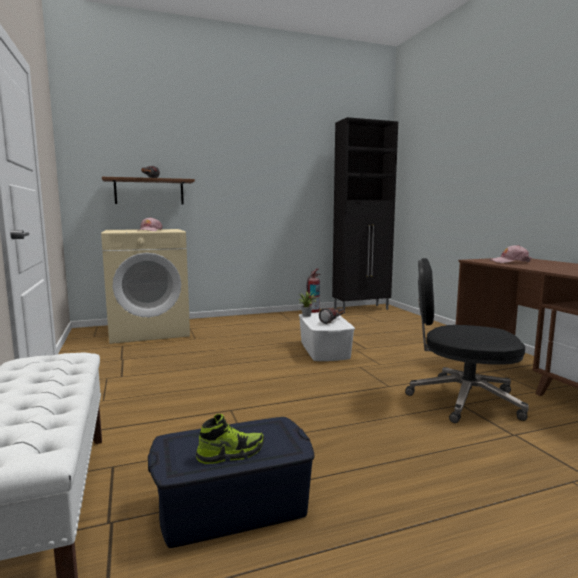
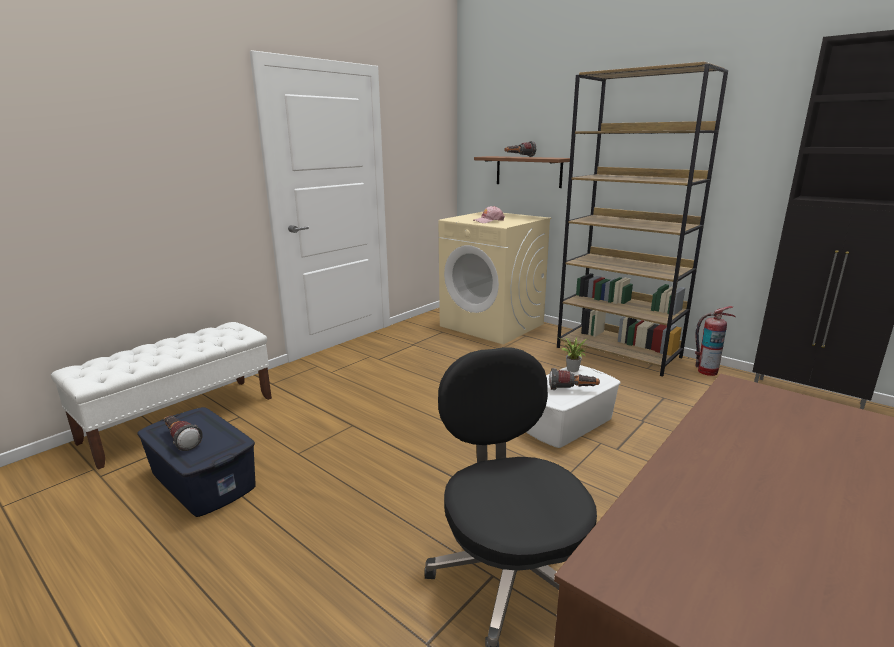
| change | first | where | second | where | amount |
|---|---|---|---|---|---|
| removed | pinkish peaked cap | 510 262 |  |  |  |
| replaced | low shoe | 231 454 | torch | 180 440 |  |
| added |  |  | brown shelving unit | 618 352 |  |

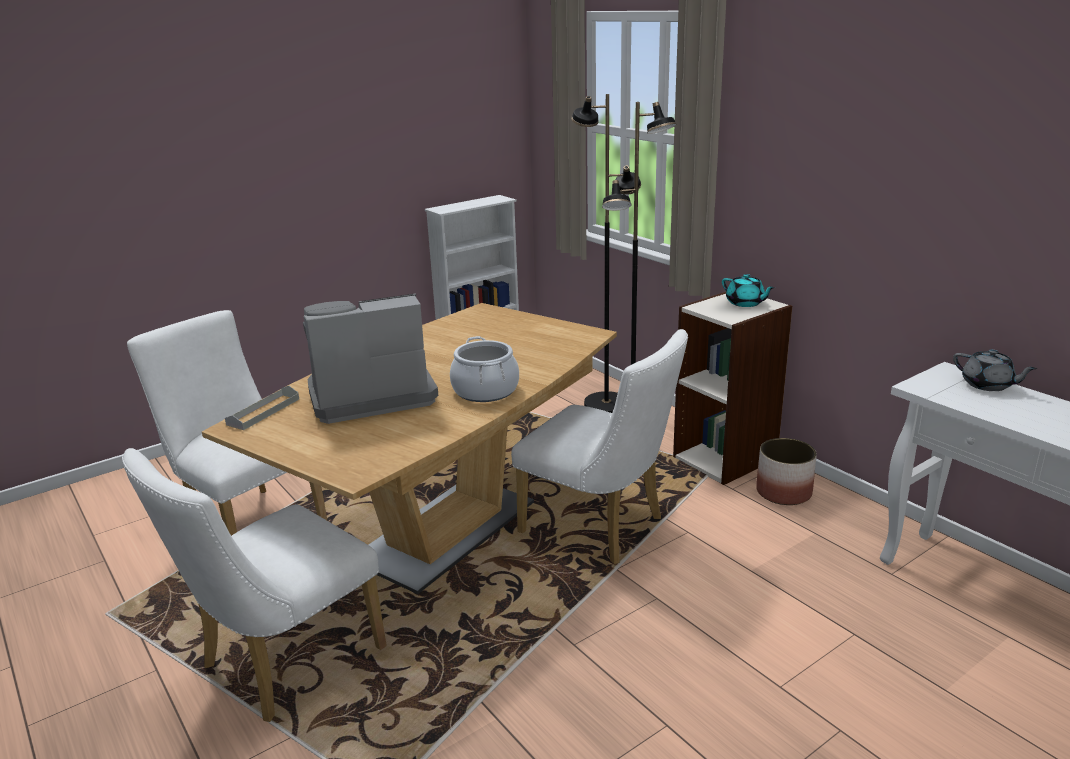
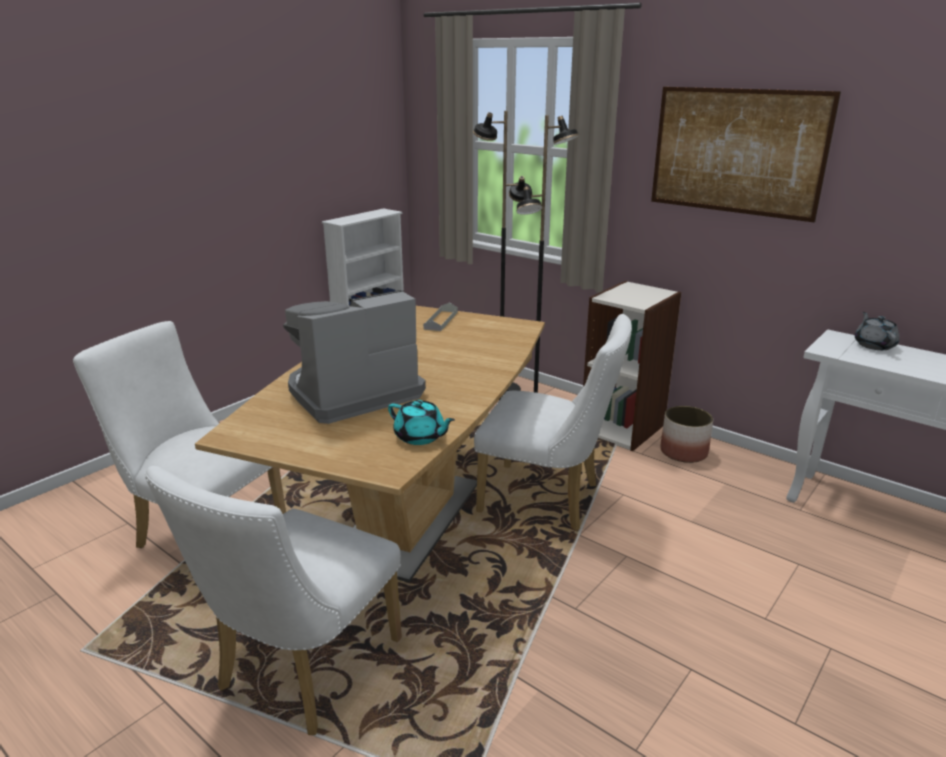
| change | first | where | second | where | amount |
|---|---|---|---|---|---|
| moved | turquoise-coloured tea pot | 745 303 |  | 420 437 |  |
| removed | saucepot | 485 390 |  |  |  |
| turned | greyish tea pot | 988 385 |  | 874 345 | 120 degrees counterclockwise |
| moved | greyish tray | 263 412 |  | 441 320 |  |
| added |  |  | wall art | 737 151 |  |

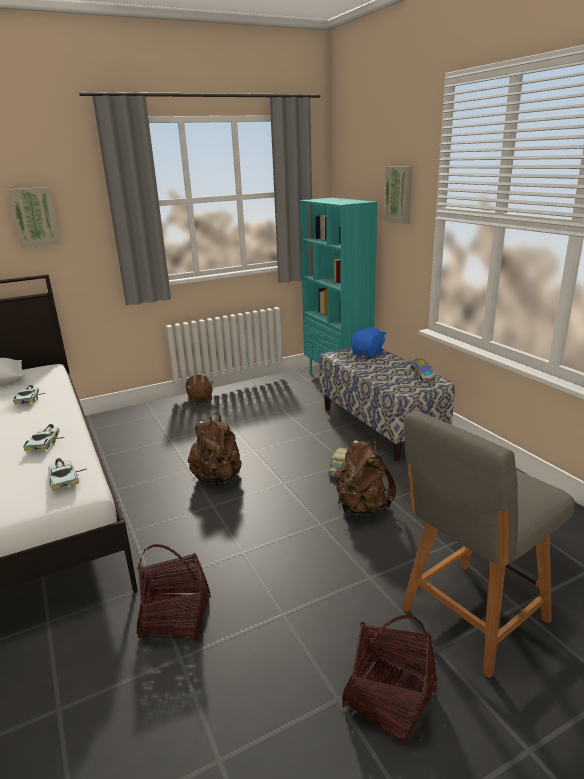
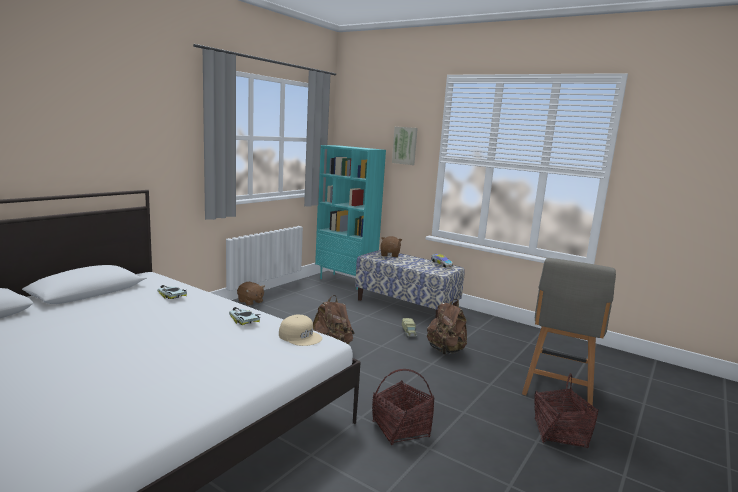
| change | first | where | second | where | amount |
|---|---|---|---|---|---|
| removed | wall art | 34 217 |  |  |  |
| recoloured | blue-coloured cuddly toy | 368 353 | brown cuddly toy | 390 255 |  |
| replaced | toy car | 64 477 | beige peaked cap | 300 336 |  |

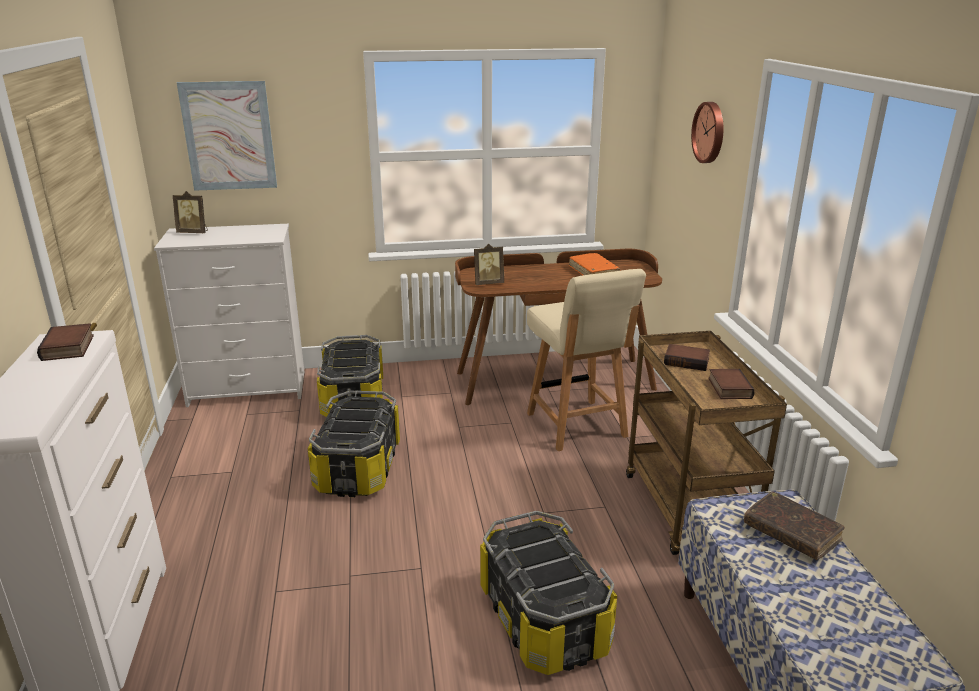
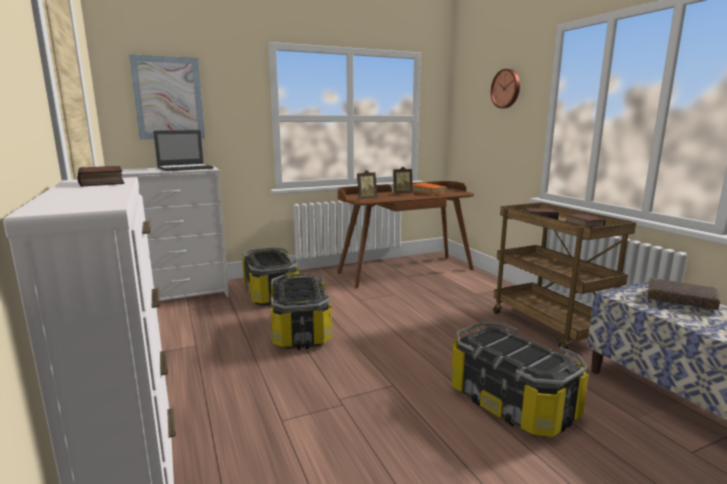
| change | first | where | second | where | amount |
|---|---|---|---|---|---|
| moved | photo frame | 194 232 |  | 402 193 |  |
| removed | beige plain chair | 577 426 |  |  |  |
| added |  |  | notebook computer | 186 168 |  |

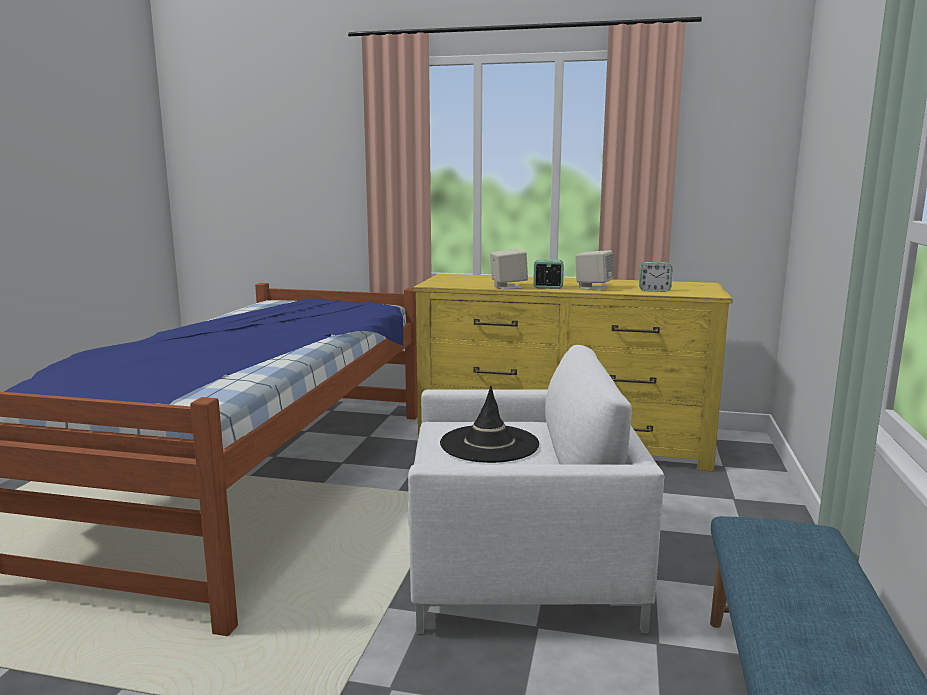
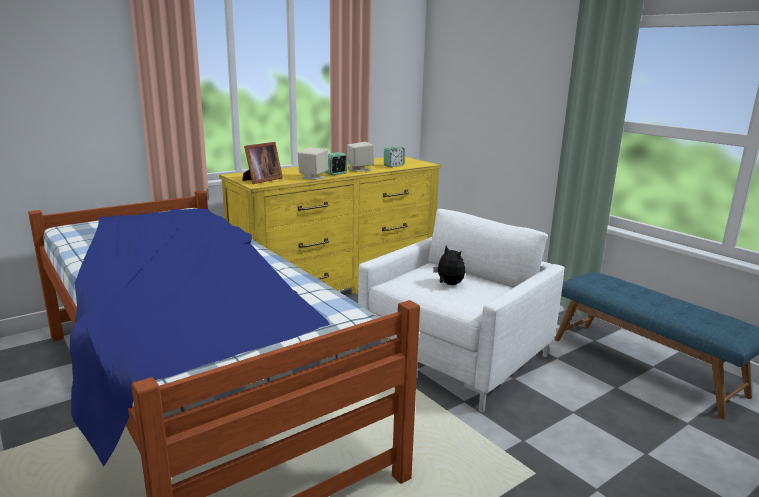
| change | first | where | second | where | amount |
|---|---|---|---|---|---|
| replaced | blackish hat | 489 444 | cuddly toy | 448 284 |  |
| added |  |  | photo frame | 261 180 |  |

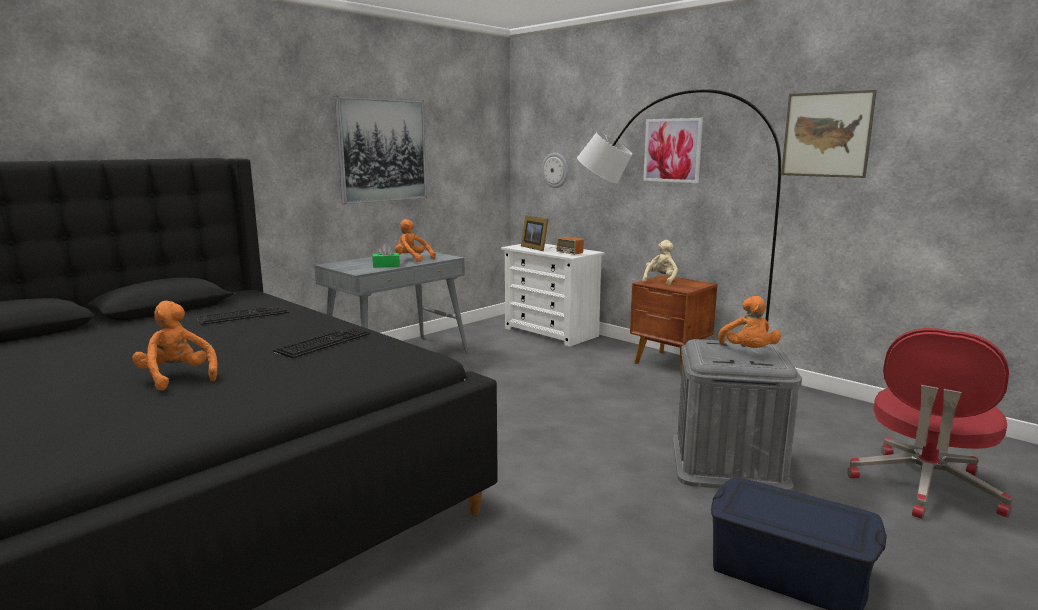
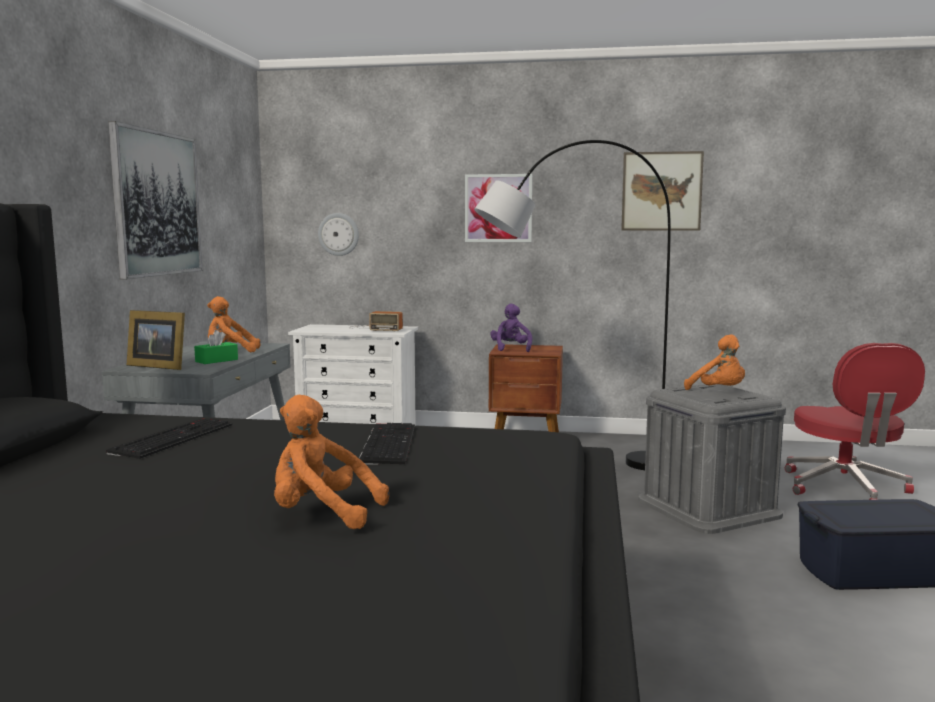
| change | first | where | second | where | amount |
|---|---|---|---|---|---|
| moved | photo frame | 535 248 |  | 158 366 |  |
| recoloured | beige cuddly toy | 660 281 | purple-coloured cuddly toy | 511 349 |  |

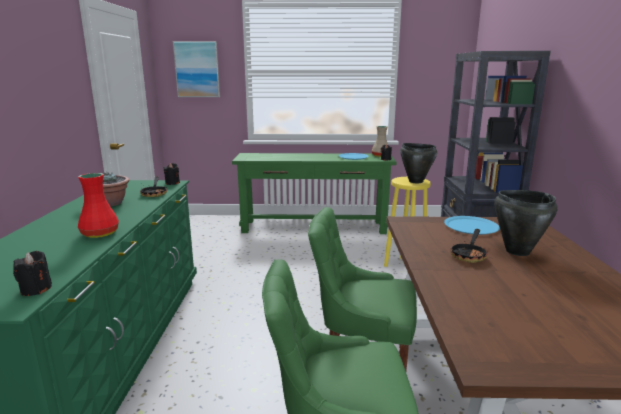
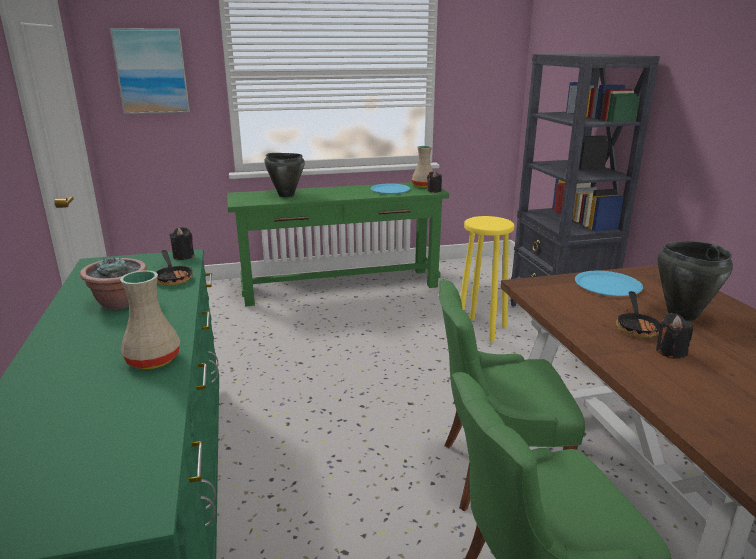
| change | first | where | second | where | amount |
|---|---|---|---|---|---|
| moved | blackish saucepot | 415 181 |  | 286 195 |  |
| recoloured | red-coloured vase | 101 233 | beige vase | 154 359 |  |
| moved | blackish candle | 36 289 |  | 670 352 |  |

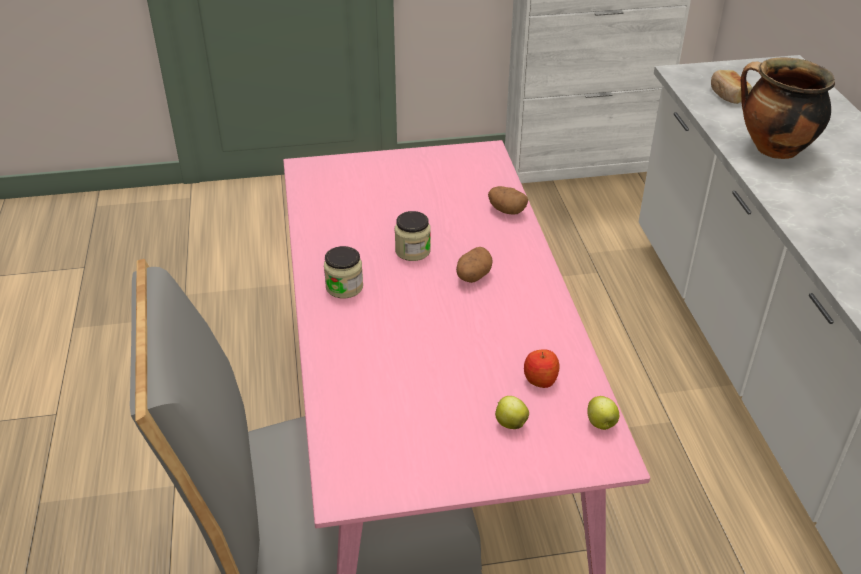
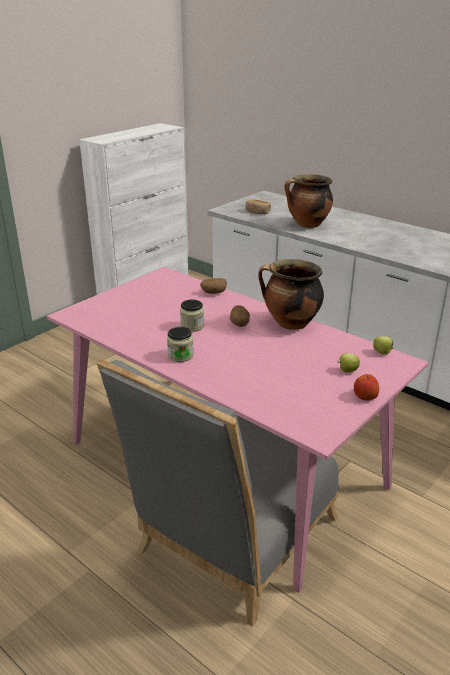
| change | first | where | second | where | amount |
|---|---|---|---|---|---|
| moved | apple | 540 379 |  | 365 396 |  |
| added |  |  | saucepot | 290 324 |  |

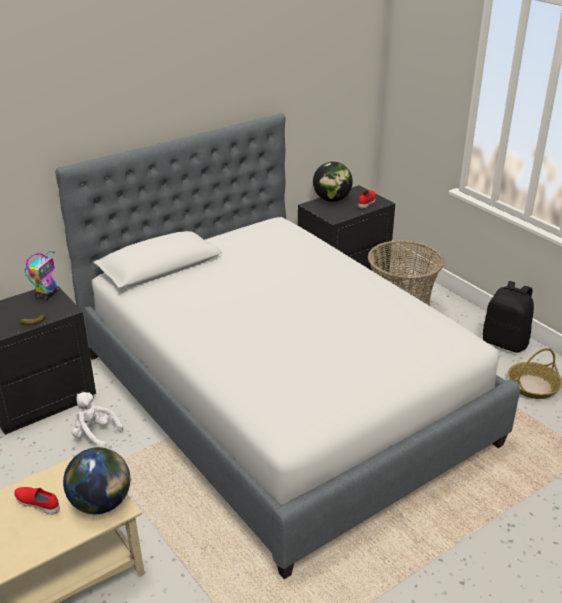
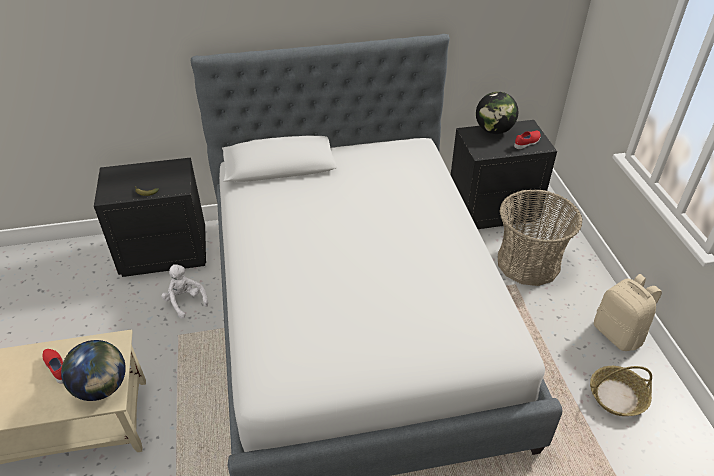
| change | first | where | second | where | amount |
|---|---|---|---|---|---|
| removed | model robot | 47 295 |  |  |  |
| recoloured | blackish backpack | 505 342 | beige backpack | 618 334 |  |

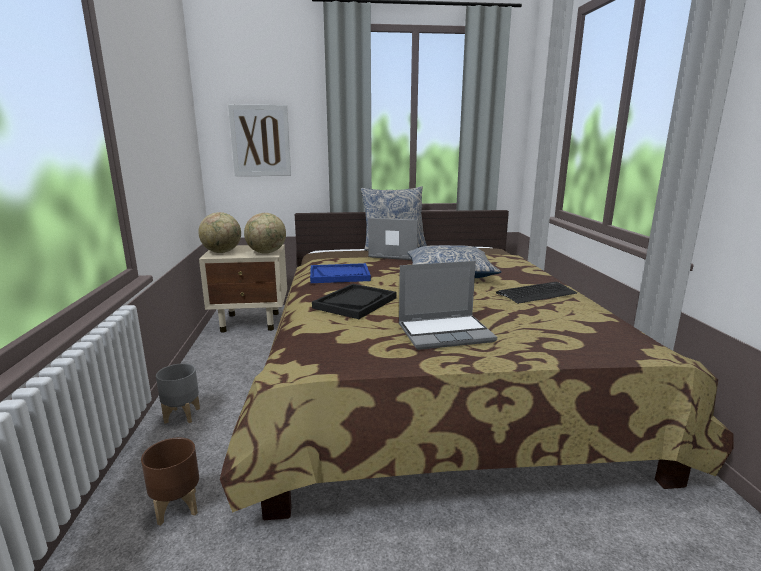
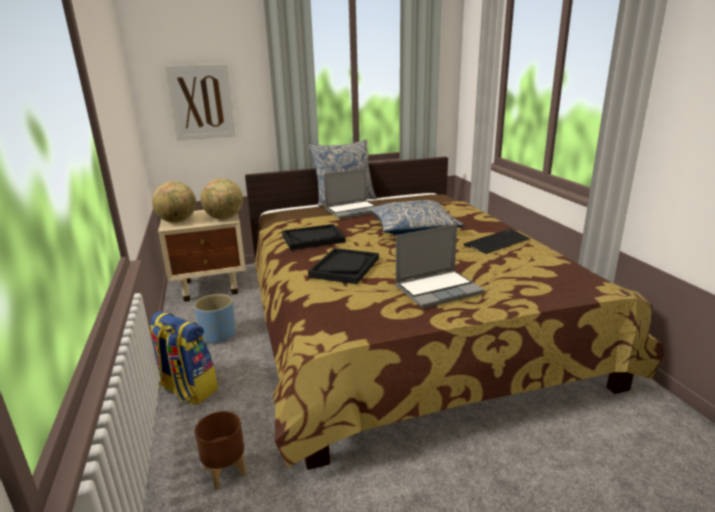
| change | first | where | second | where | amount |
|---|---|---|---|---|---|
| turned | notebook computer | 395 255 |  | 353 210 | 150 degrees clockwise |
| recoloured | blue-coloured tray | 339 275 | blackish tray | 313 238 |  |
| replaced | greyish planter | 181 415 | backpack | 187 390 |  |
| added |  |  | blue-coloured planter | 218 336 |  |

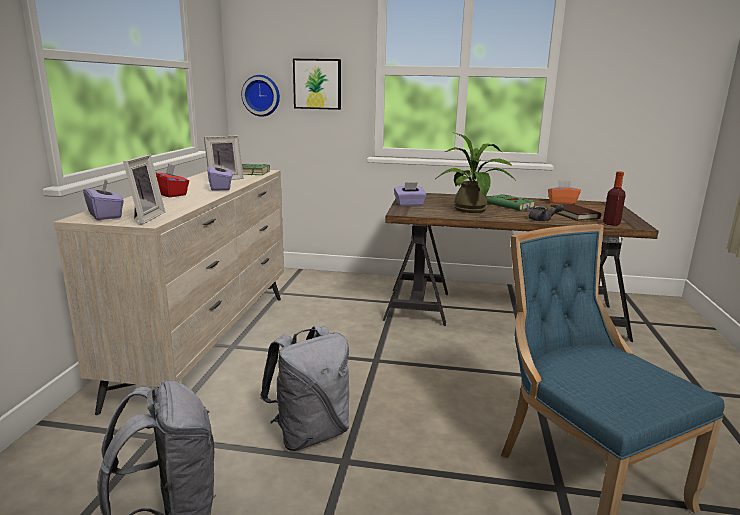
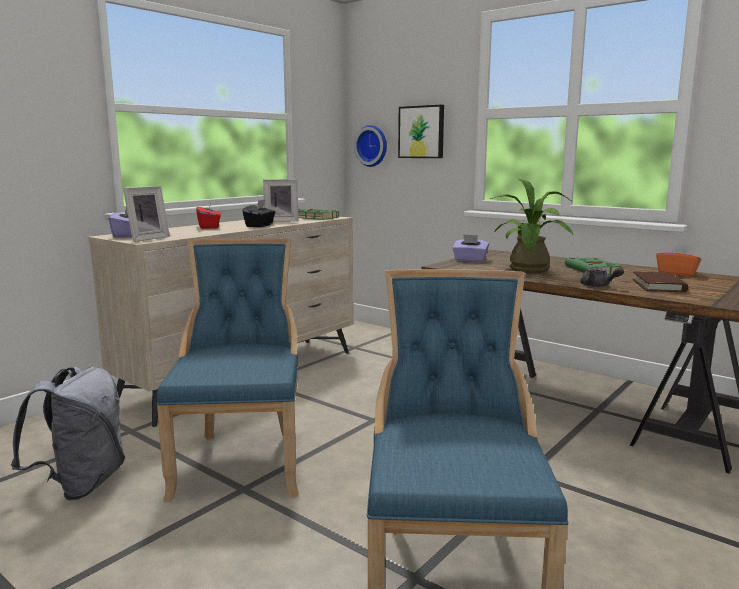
| change | first | where | second | where | amount |
|---|---|---|---|---|---|
| recoloured | purple-coloured box of tissues | 221 188 | blackish box of tissues | 260 226 |  |
| removed | beverage bottle | 611 224 |  |  |  |
| replaced | greyish backpack | 310 433 | blue-coloured plain chair | 241 461 |  |

